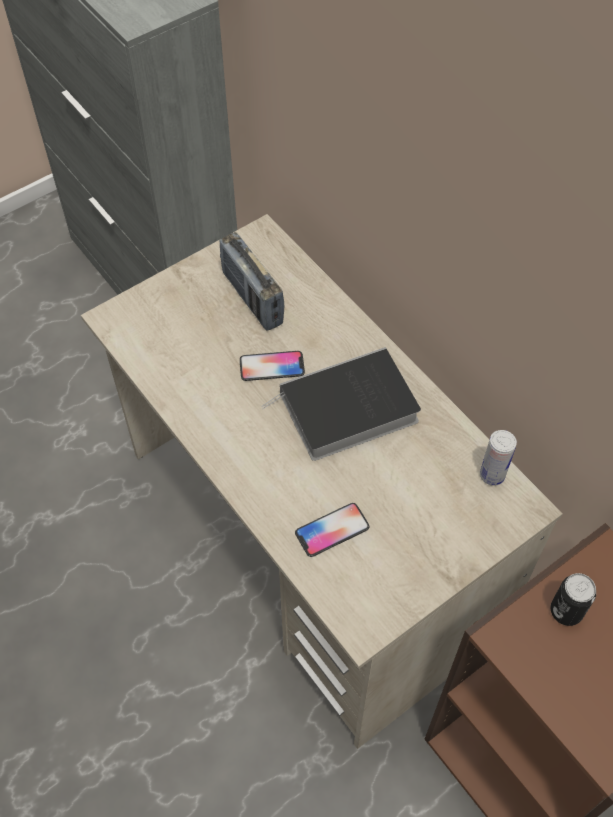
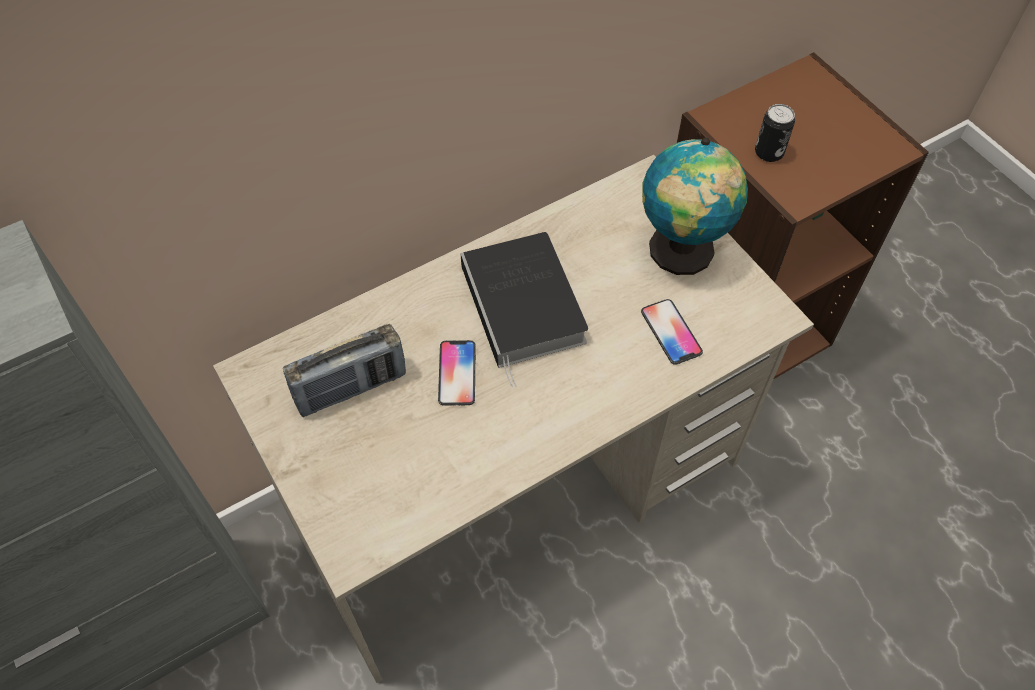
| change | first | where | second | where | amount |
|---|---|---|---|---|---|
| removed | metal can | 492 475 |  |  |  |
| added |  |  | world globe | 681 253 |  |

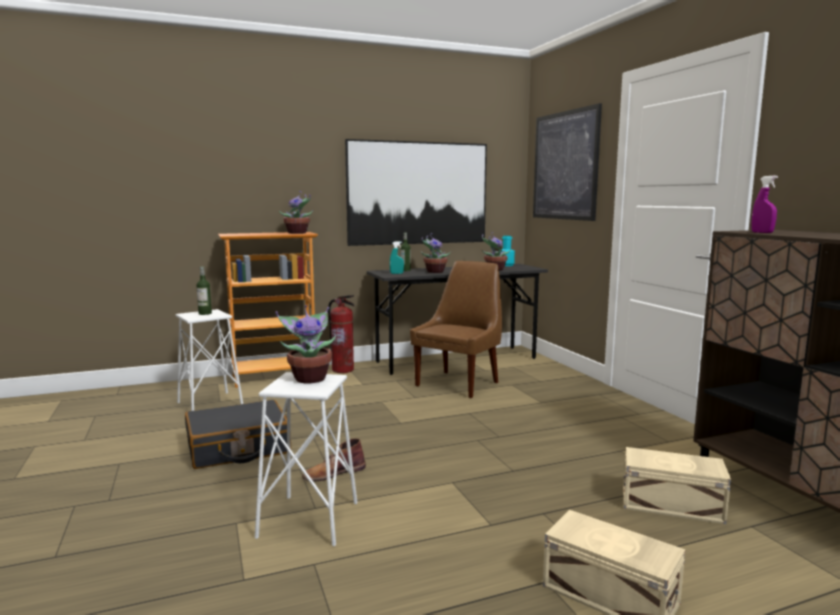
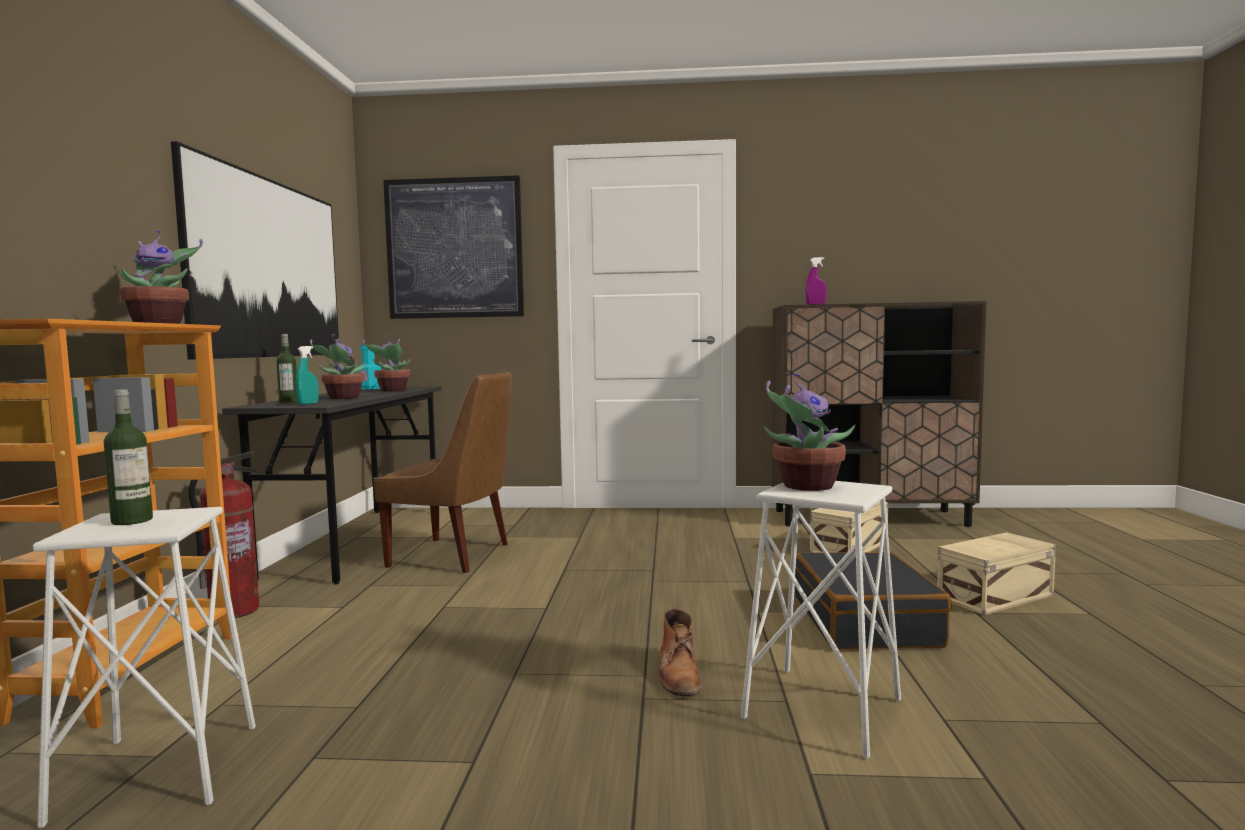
| change | first | where | second | where | amount |
|---|---|---|---|---|---|
| turned | brown plain chair | 459 383 |  | 454 556 | 135 degrees clockwise |
| moved | blackish travel case | 238 448 |  | 865 621 |  |

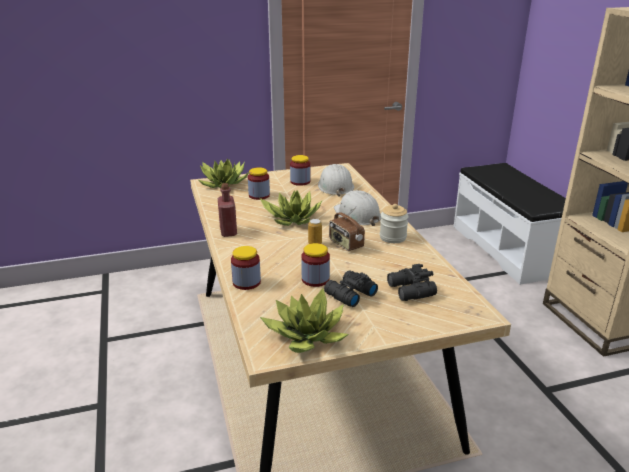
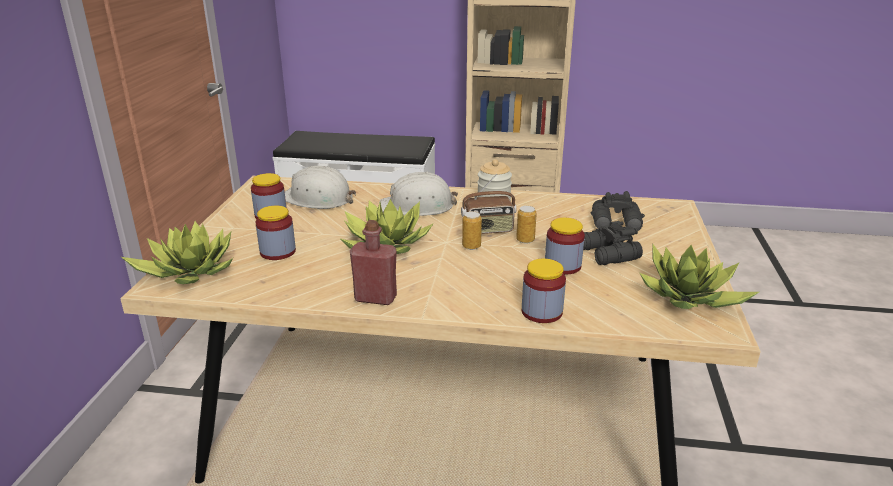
| change | first | where | second | where | amount |
|---|---|---|---|---|---|
| added |  |  | metal can | 525 240 |  |

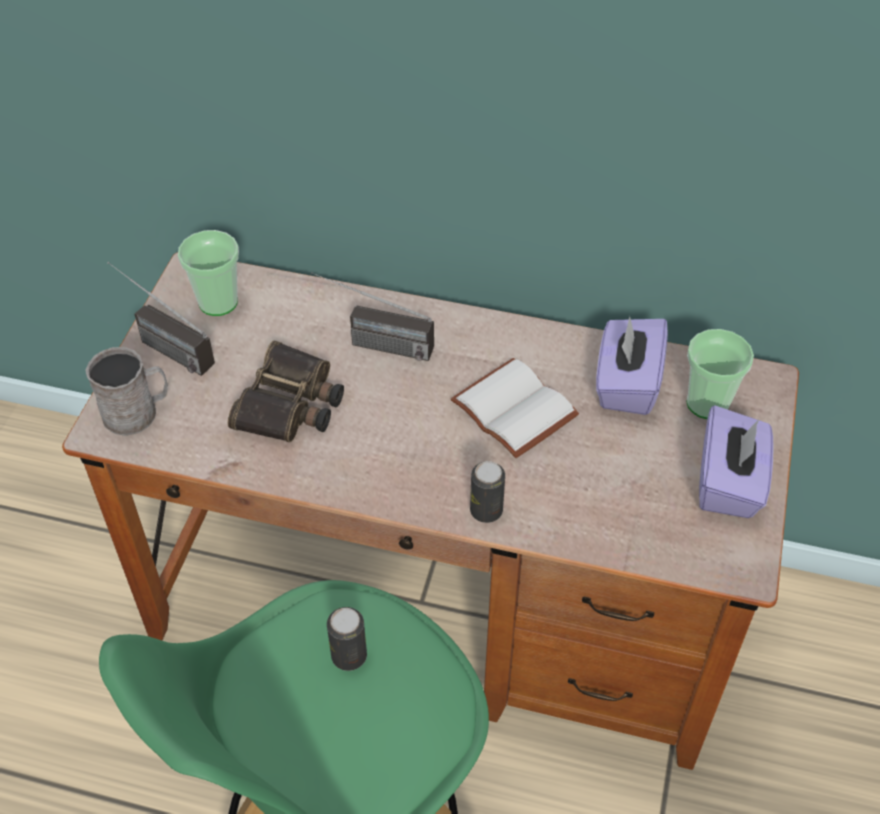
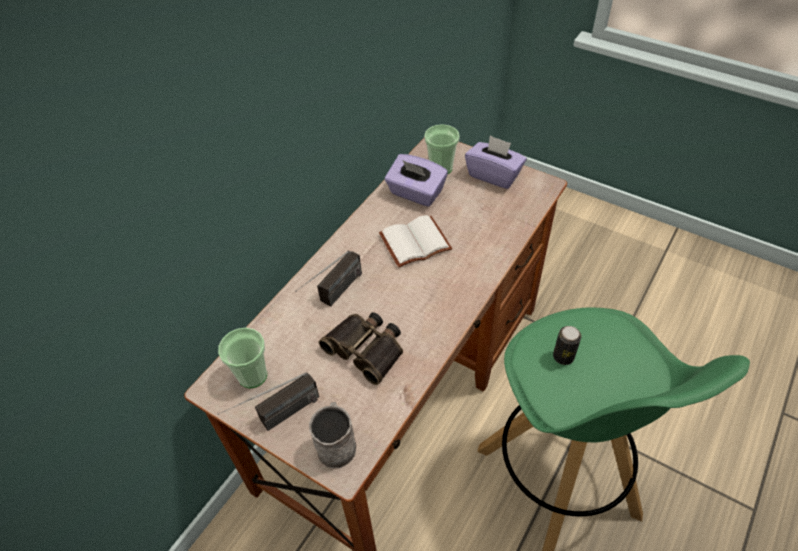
| change | first | where | second | where | amount |
|---|---|---|---|---|---|
| removed | metal can | 486 510 |  |  |  |

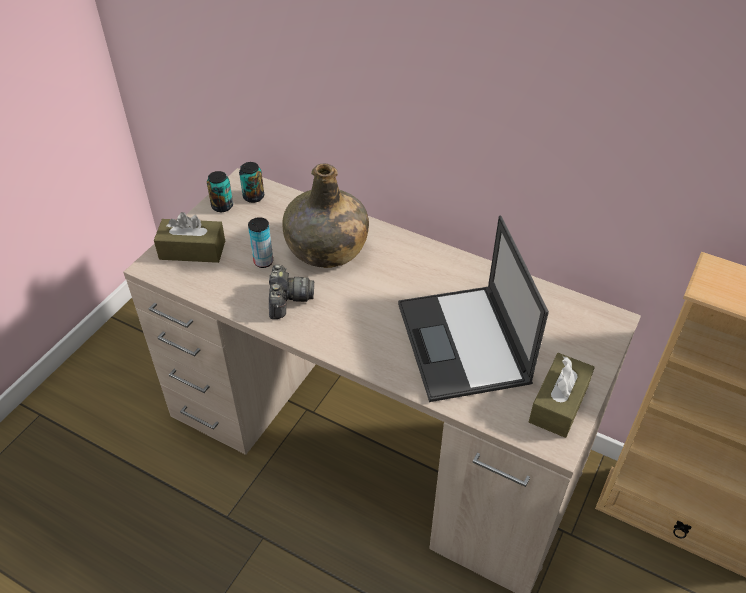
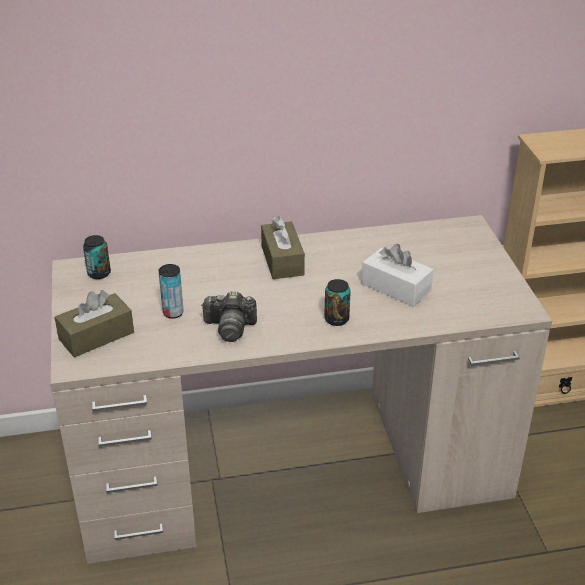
| change | first | where | second | where | amount |
|---|---|---|---|---|---|
| removed | green-coloured beverage bottle | 326 248 |  |  |  |
| moved | metal can | 222 206 |  | 336 319 |  |
| replaced | notebook computer | 463 344 | white-coloured box of tissues | 396 287 |  |
| turned | still camera | 288 300 |  | 230 327 | 135 degrees clockwise |
| moved | brown box of tissues | 559 403 |  | 282 260 |  |

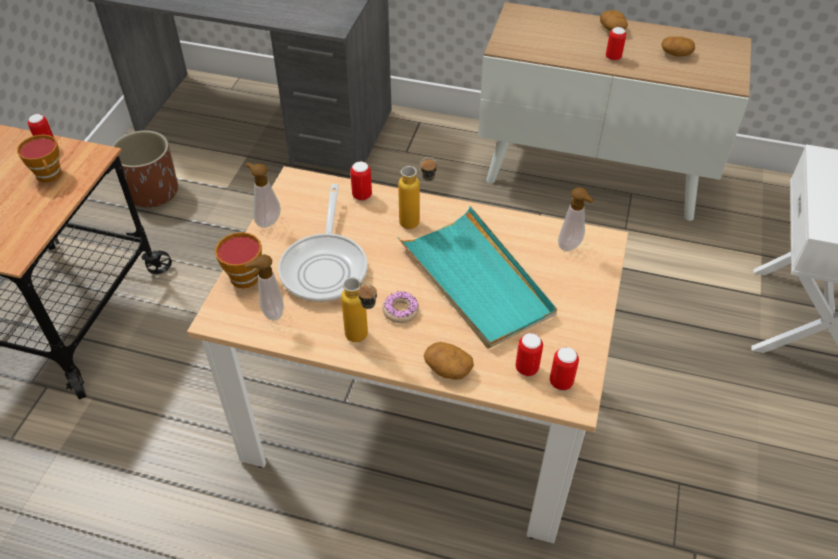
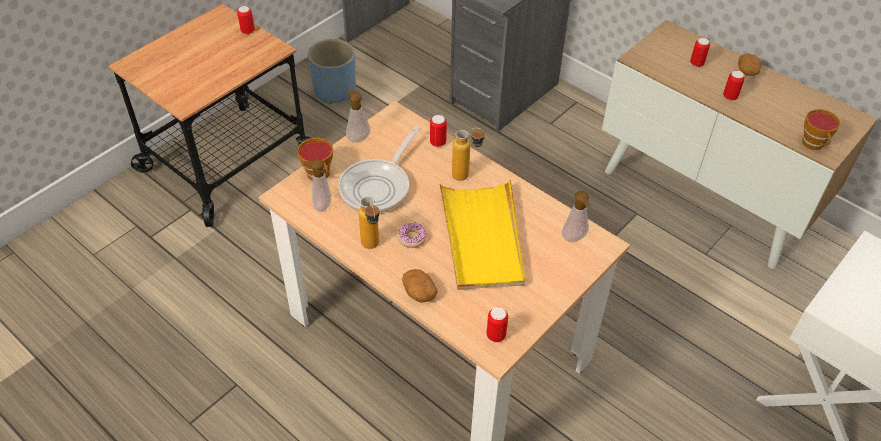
| change | first | where | second | where | amount |
|---|---|---|---|---|---|
| removed | potato | 675 54 |  |  |  |
| recoloured | brown planter | 153 192 | blue-coloured planter | 335 91 |  |
| moved | drinking cup | 50 176 |  | 814 144 |  |
| recoloured | turquoise-coloured tray | 476 281 | yellow tray | 482 237 |  |
| moved | metal can | 526 368 |  | 696 63 |  |

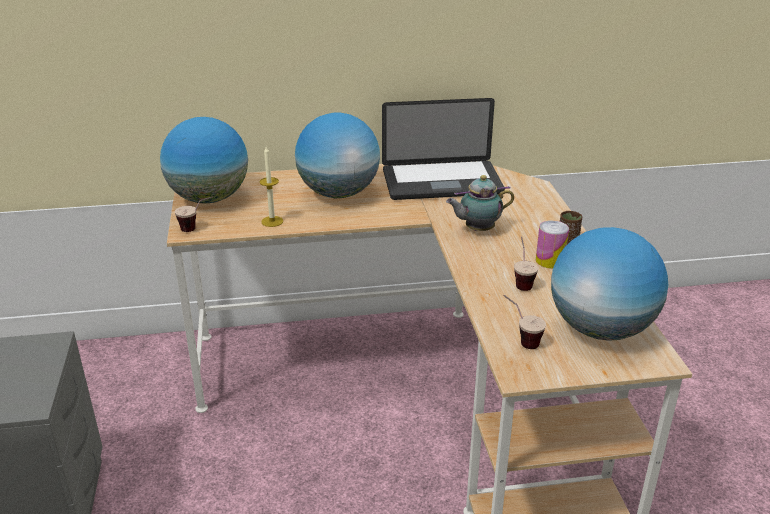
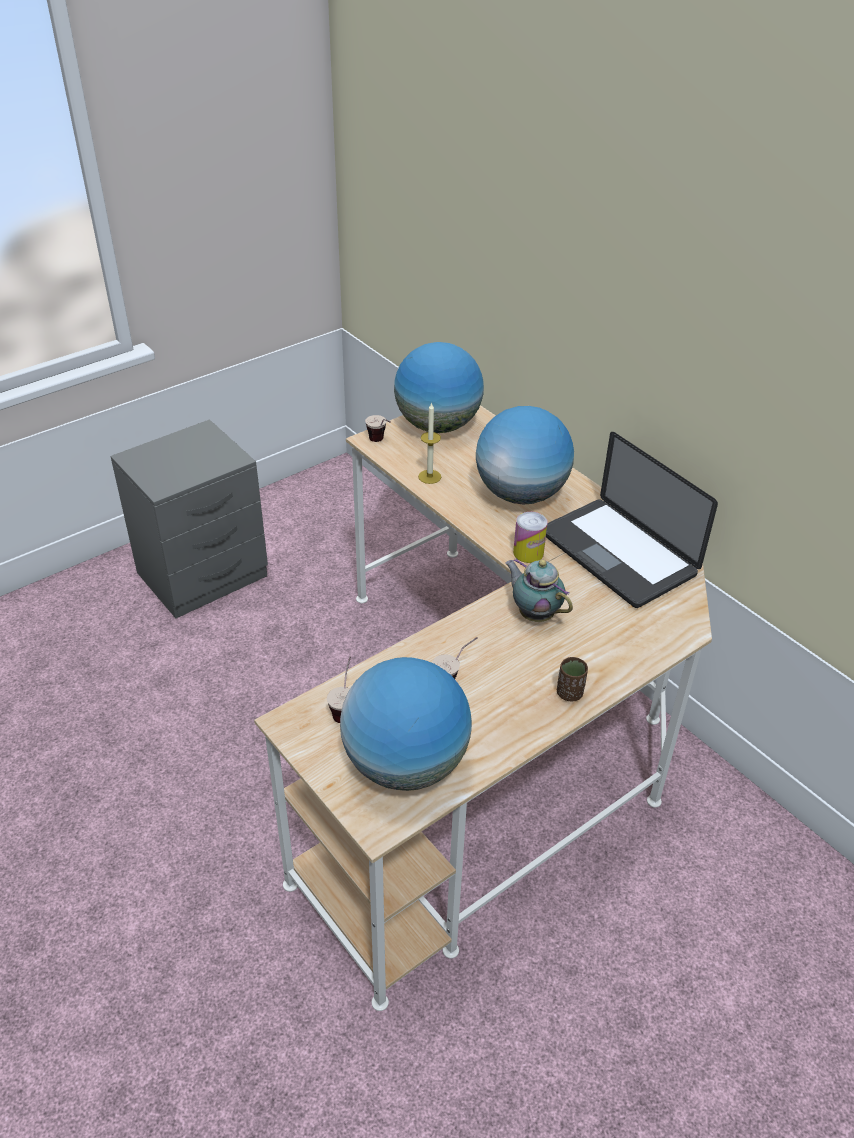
| change | first | where | second | where | amount |
|---|---|---|---|---|---|
| moved | metal can | 550 260 |  | 528 553 |  |

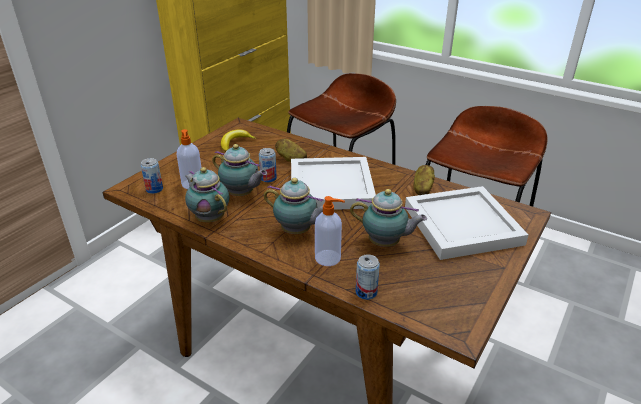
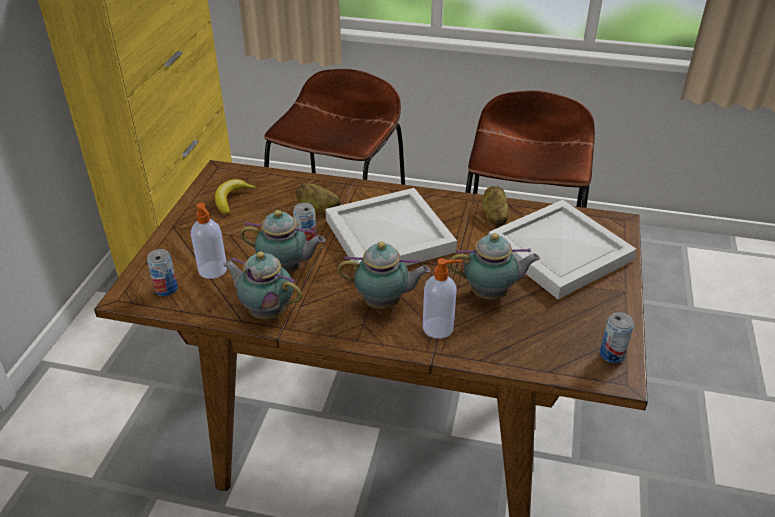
| change | first | where | second | where | amount |
|---|---|---|---|---|---|
| moved | metal can | 366 292 |  | 612 354 |  |

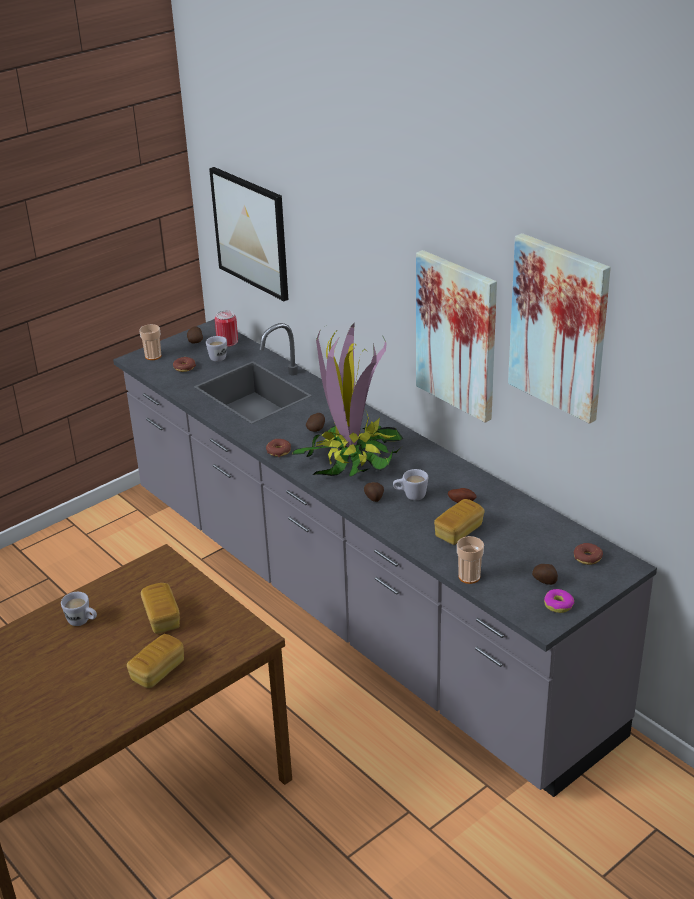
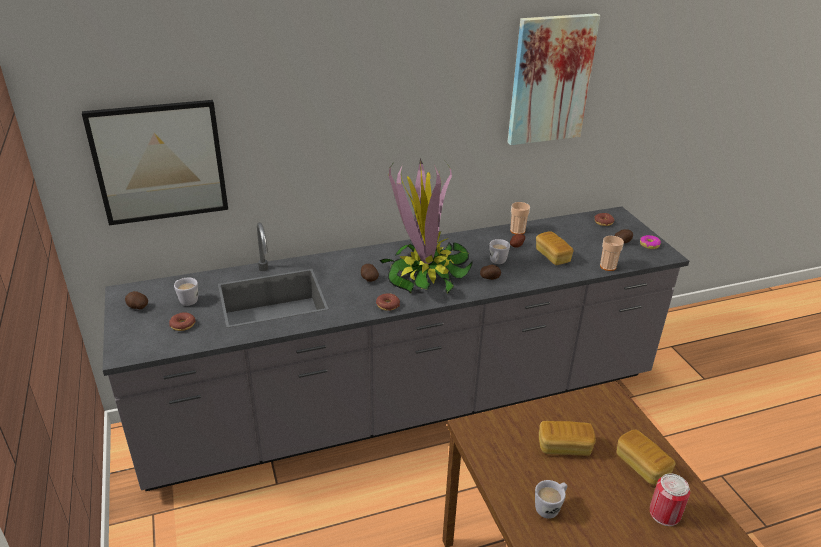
| change | first | where | second | where | amount |
|---|---|---|---|---|---|
| removed | wall art | 457 335 |  |  |  |
| moved | metal can | 227 341 |  | 664 513 |  |
| moved | drinking cup | 153 356 |  | 517 231 |  |

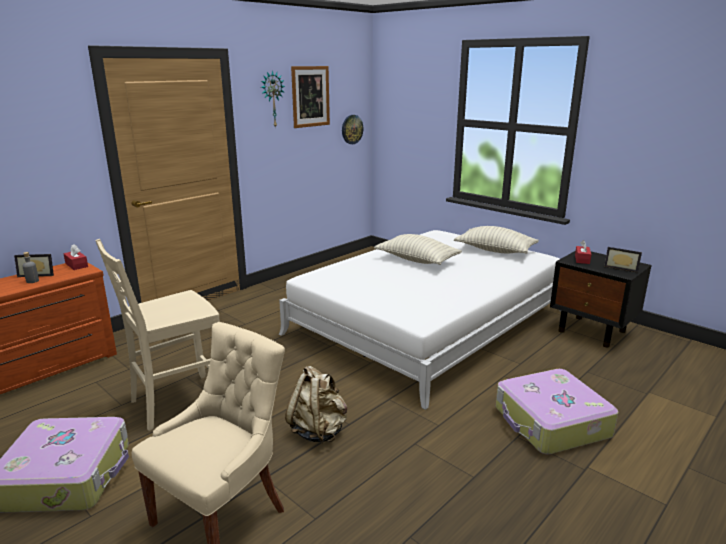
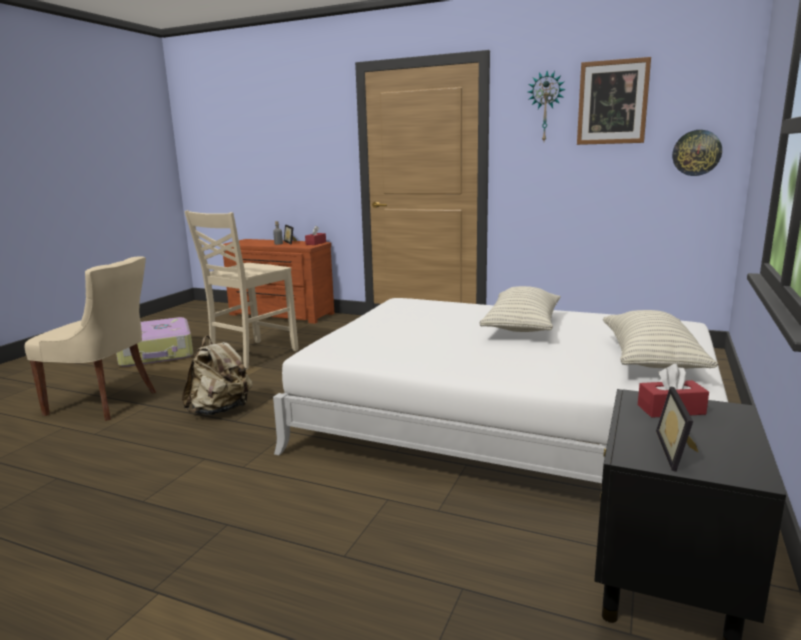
| change | first | where | second | where | amount |
|---|---|---|---|---|---|
| turned | beige plain chair | 177 402 |  | 251 355 | 90 degrees counterclockwise |
| removed | travel case | 551 423 |  |  |  |

